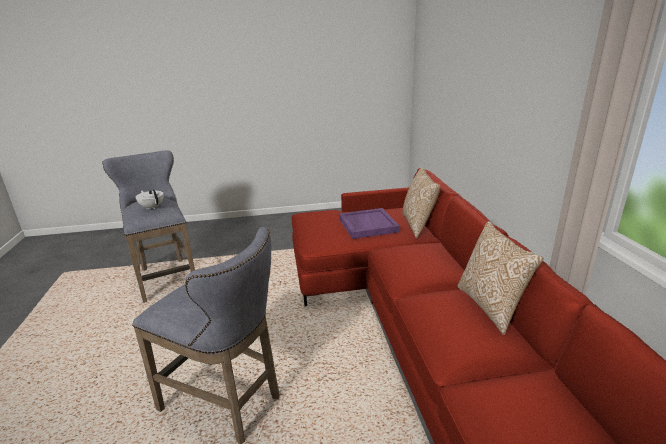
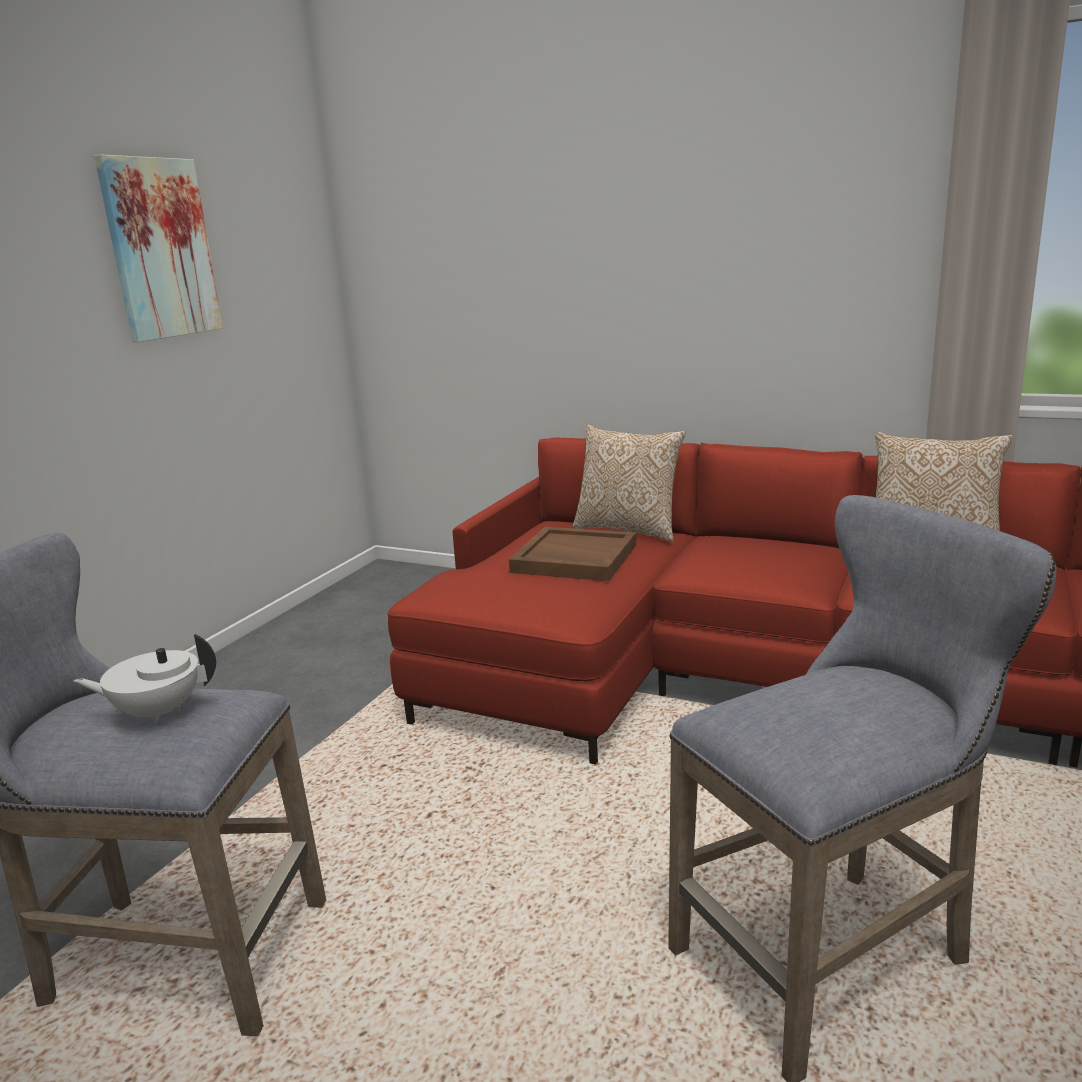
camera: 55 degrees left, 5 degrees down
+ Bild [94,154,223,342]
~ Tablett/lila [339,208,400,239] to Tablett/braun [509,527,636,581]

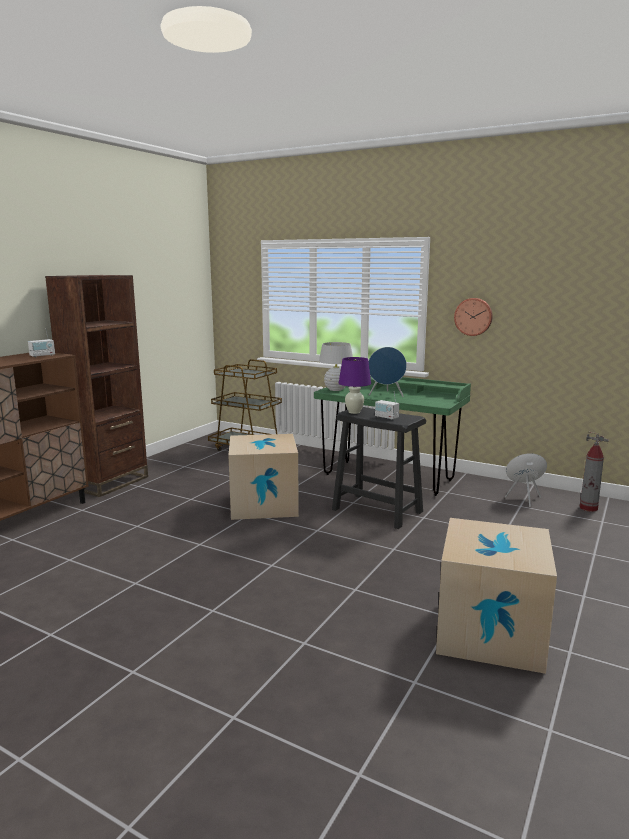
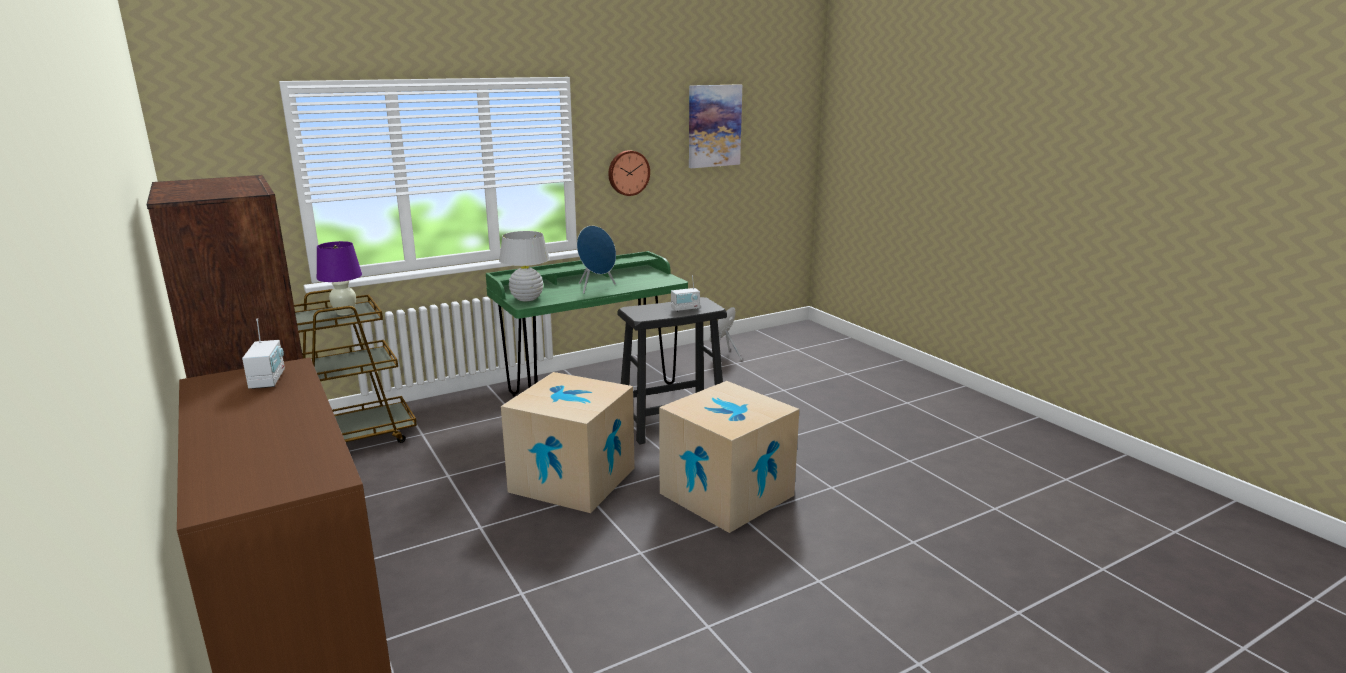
camera: 60 degrees left, 5 degrees up
- Feuerlöscher [580,431,609,512]
+ Bild [689,84,742,168]
~ Tischlampe/lila [339,357,371,414] to [317,241,362,316]
~ Karton [436,518,557,674] to [659,381,799,533]

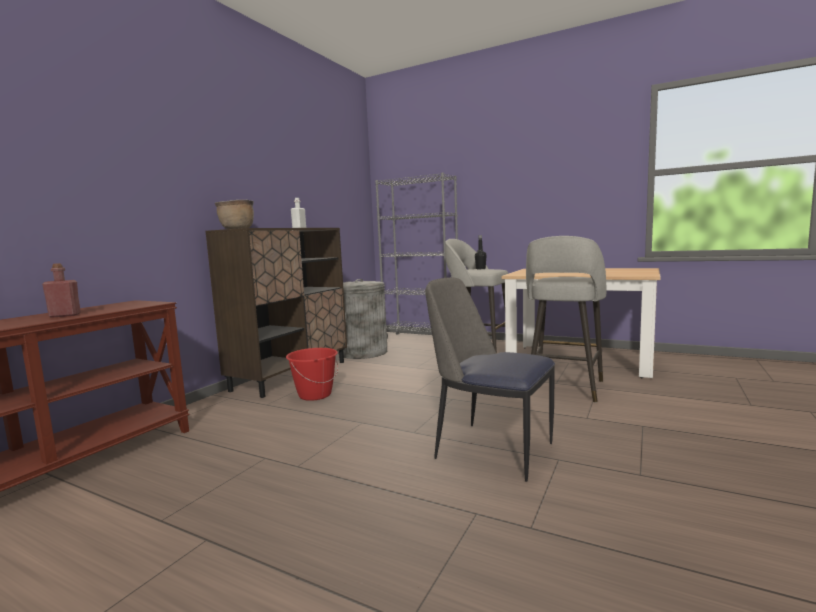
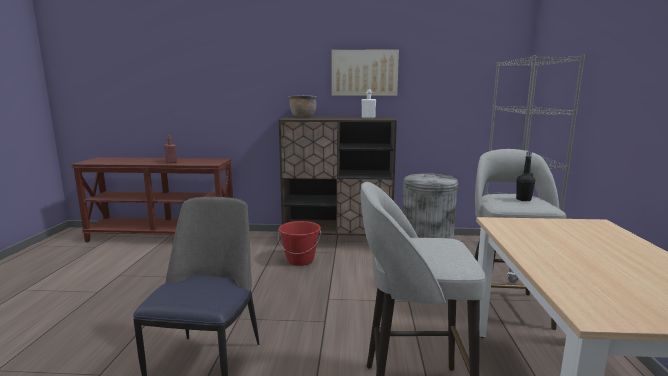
camera: 65 degrees right, 5 degrees up
+ Bild [331,49,399,96]

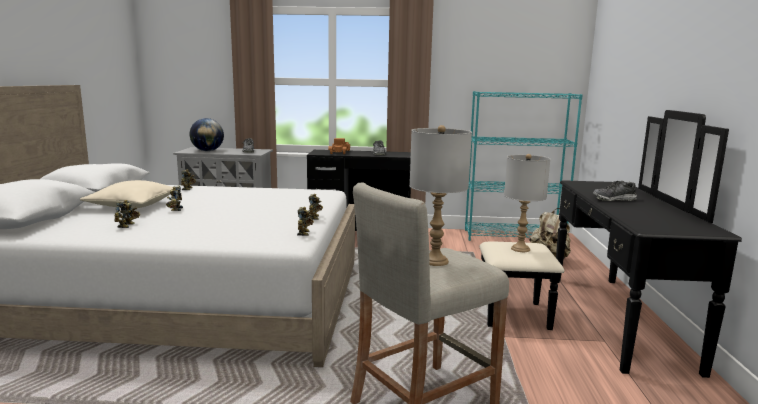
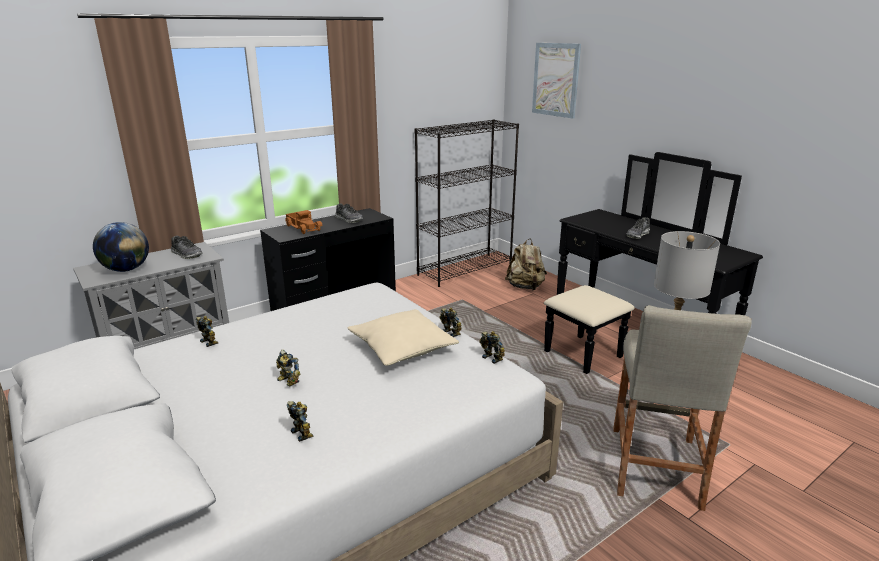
camera: 40 degrees left, 10 degrees up
- Tischlampe/grau [504,154,550,252]
+ Bild [532,43,581,119]
~ Kissen/beige [80,180,173,208] to [347,309,459,366]
~ Bücherregal/türkis [465,91,582,241] to Bücherregal/schwarz [415,119,519,287]

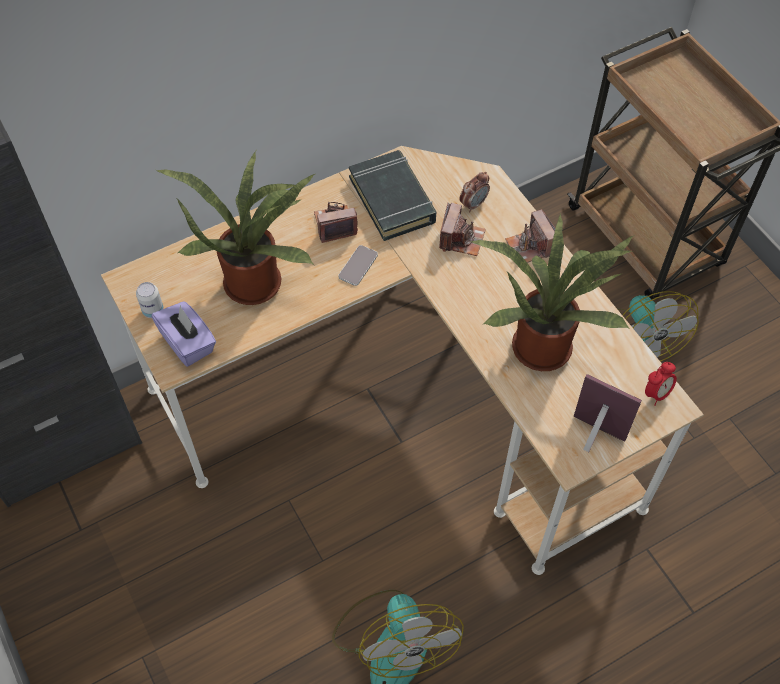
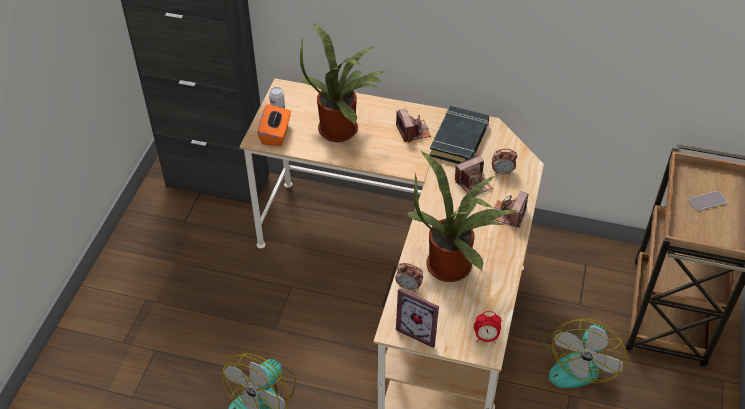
camera: 45 degrees right, 10 degrees down
+ Wecker [395,263,423,292]
~ Handy [338,245,378,286] to [689,191,727,211]
~ Taschentuchbox/lila [151,301,216,367] to Taschentuchbox/orange [258,104,291,146]
~ Kamera [314,202,358,243] = [396,109,431,143] 45 degrees clockwise
~ Bilderrahmen [574,374,642,452] = [396,288,439,348] 135 degrees clockwise

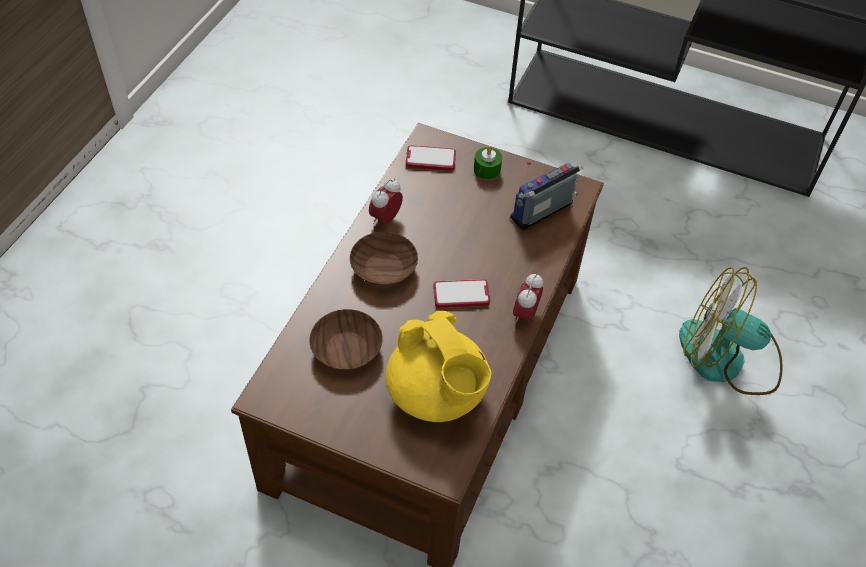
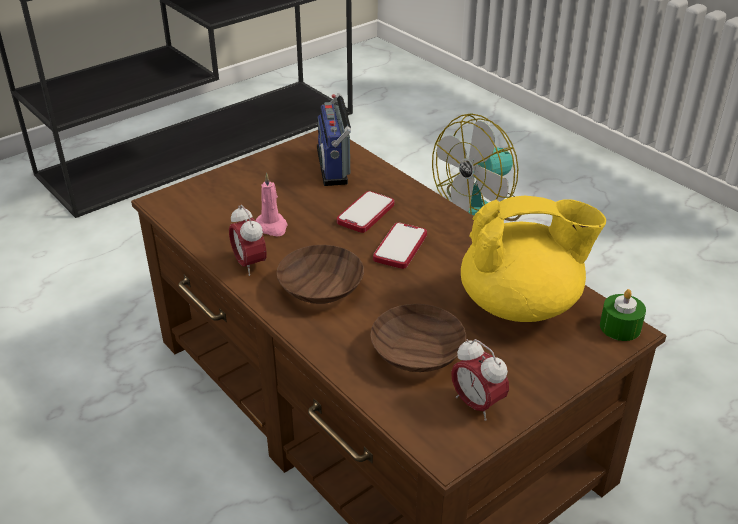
camera: 60 degrees left, 15 degrees down
+ Kerze/rosa [256,173,288,237]
~ Handy [406,145,456,171] to [337,191,394,233]
~ Kerze/grün [474,146,502,180] to [600,289,646,341]
~ Wecker [513,273,543,323] to [451,339,509,421]

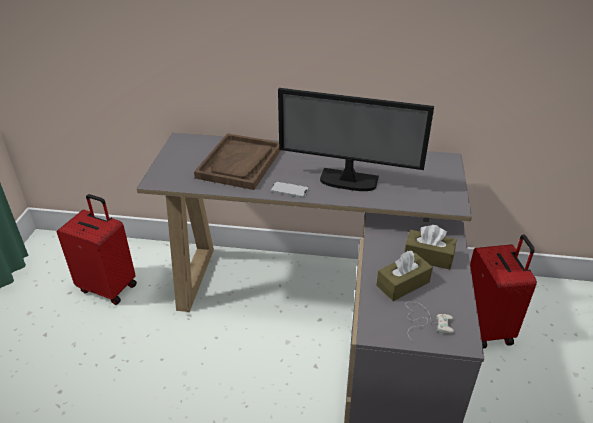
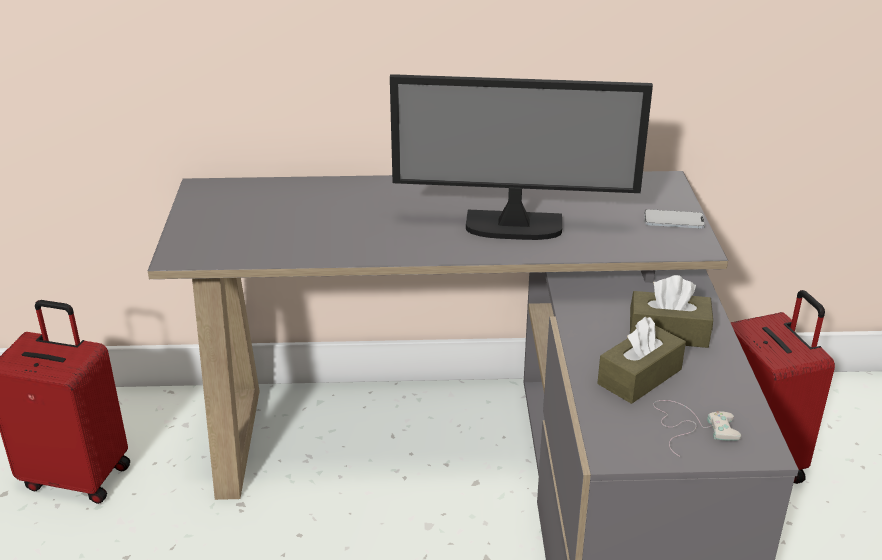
camera: 10 degrees left, 5 degrees down
- Tablett/braun [194,133,281,190]
~ Handy [271,181,308,198] to [644,209,705,228]

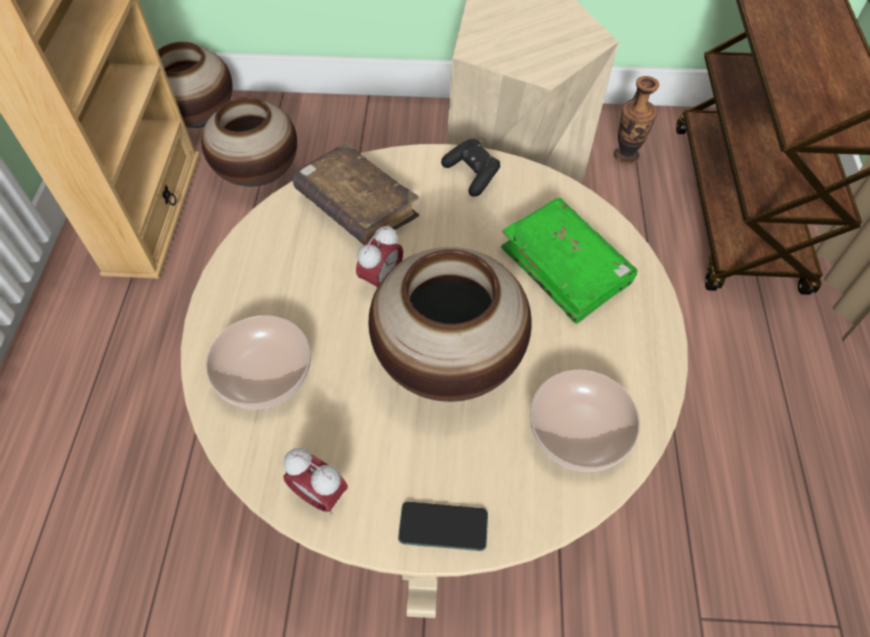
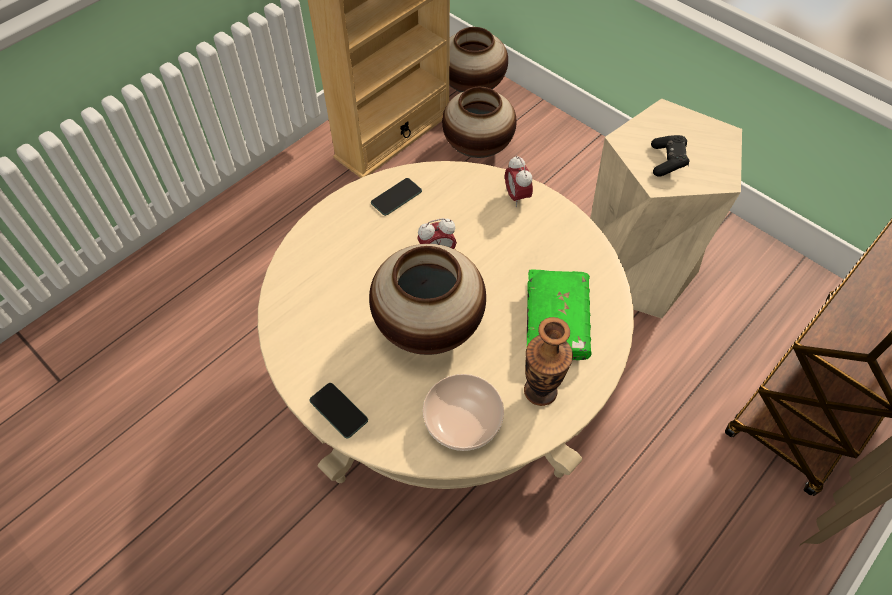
camera: 40 degrees right, 0 degrees up
- Schüssel [206,315,311,409]
- Buch/braun [293,142,419,245]
+ Handy [371,178,422,216]
~ Wecker [283,448,348,515] to [505,155,533,207]
~ Gamepad/schwarz [441,138,500,197] to [651,135,689,177]
~ Vase [614,76,659,165] to [524,317,573,406]

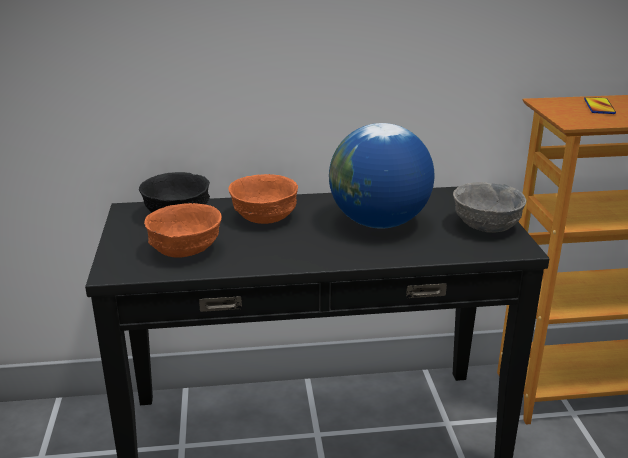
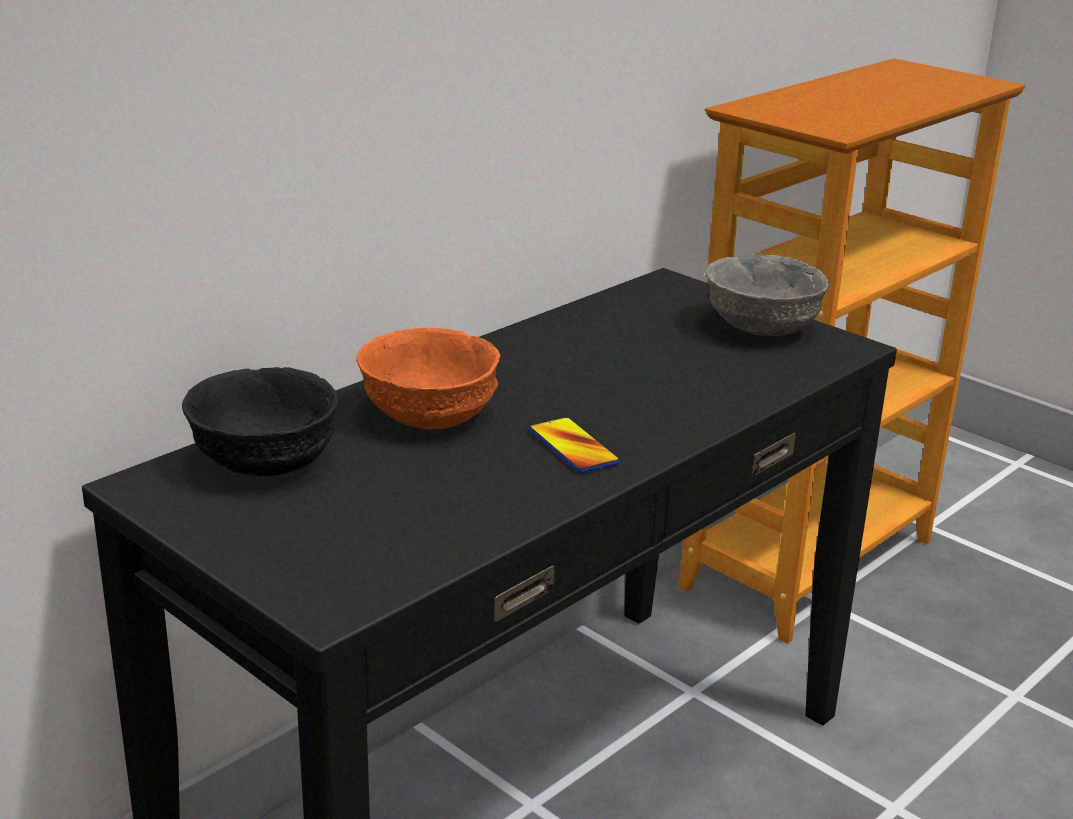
camera: 40 degrees left, 0 degrees up
- Schüssel/orange [144,203,222,257]
- Globus [329,123,434,228]
~ Handy [584,97,616,114] to [529,417,620,473]

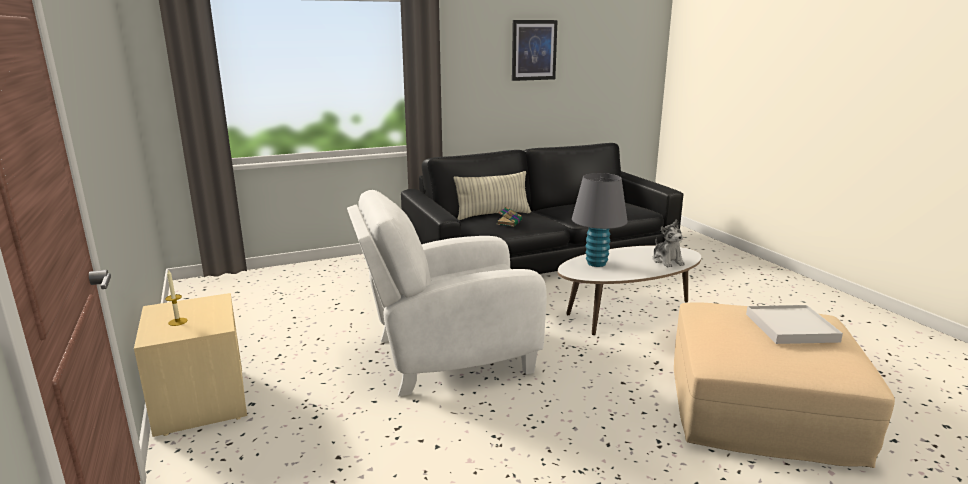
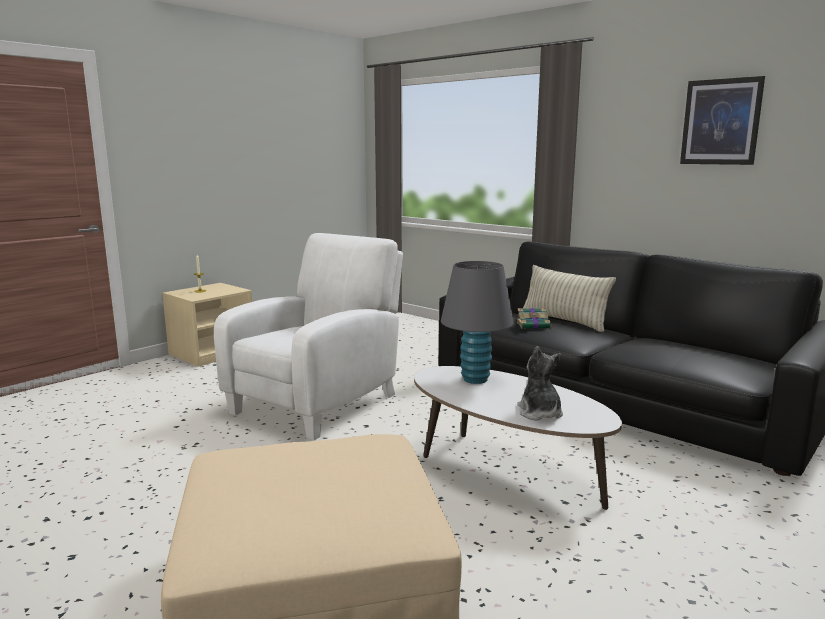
camera: 65 degrees right, 5 degrees down
- Tablett/weiß [746,305,843,344]
~ Sessel/weiß [347,190,547,396] = [214,233,403,440] 75 degrees clockwise
~ Plüschtier [652,219,685,267] = [517,346,563,421] 120 degrees clockwise

